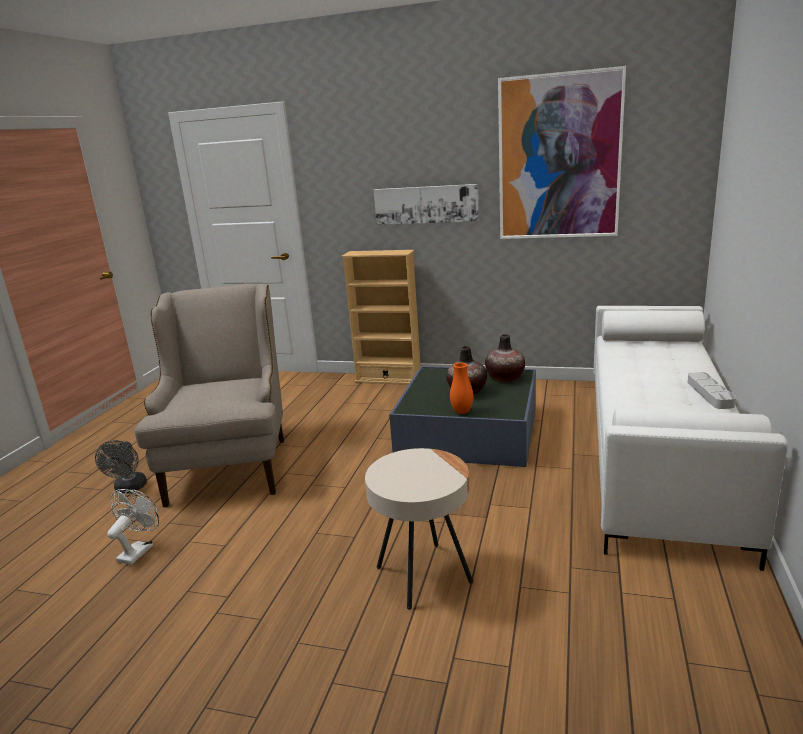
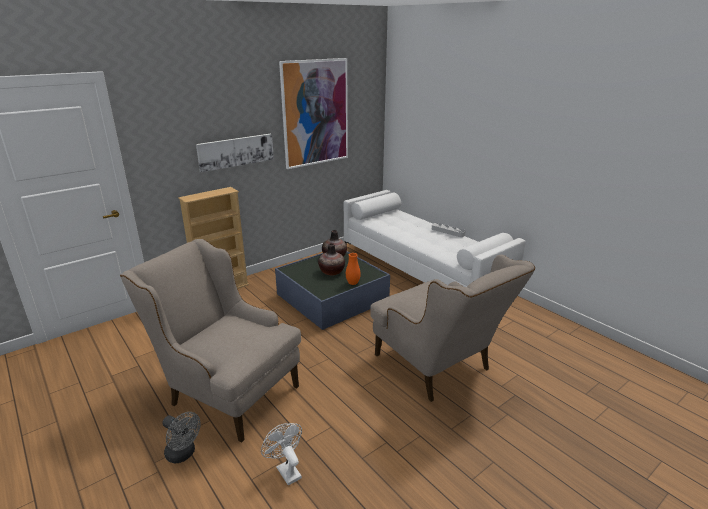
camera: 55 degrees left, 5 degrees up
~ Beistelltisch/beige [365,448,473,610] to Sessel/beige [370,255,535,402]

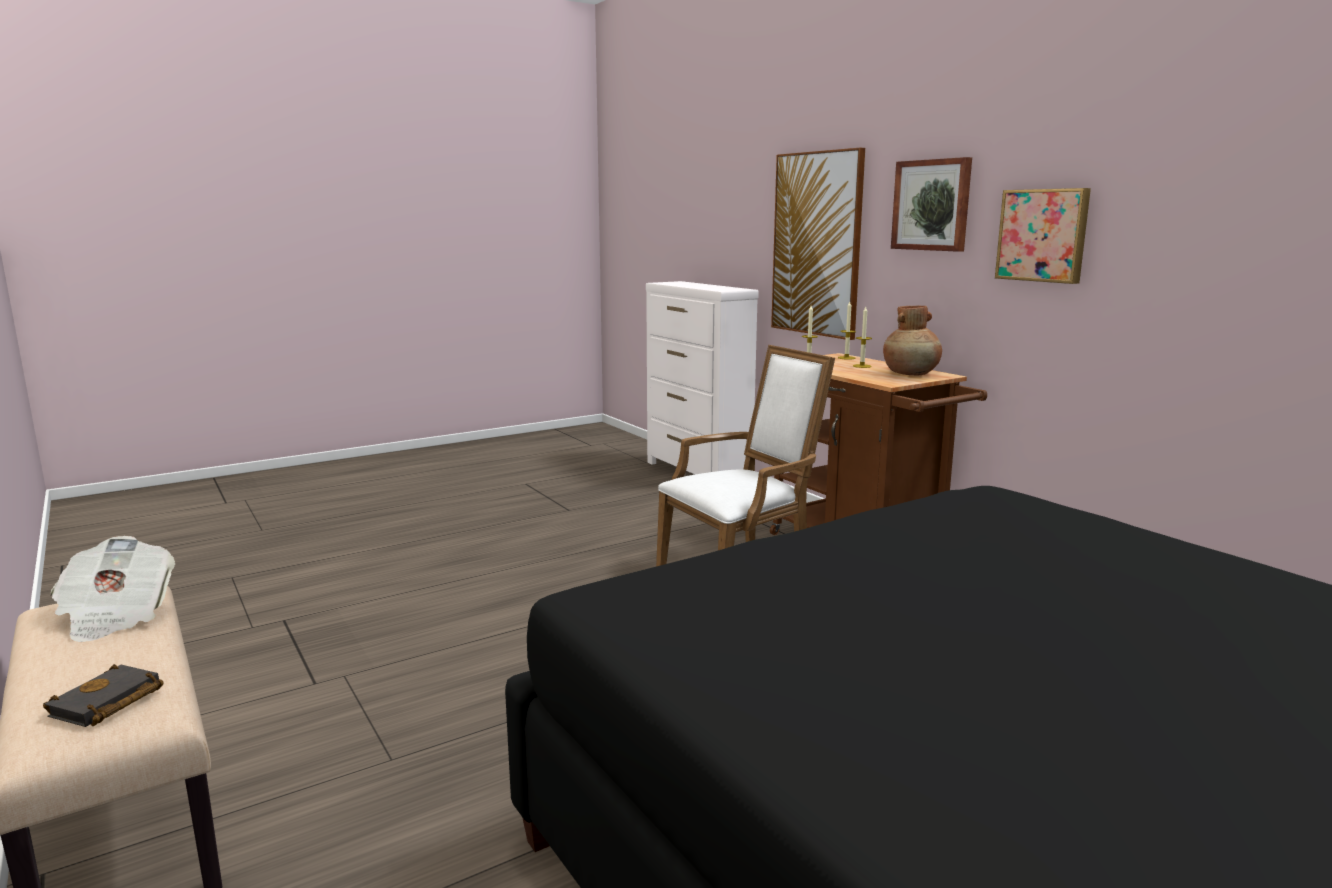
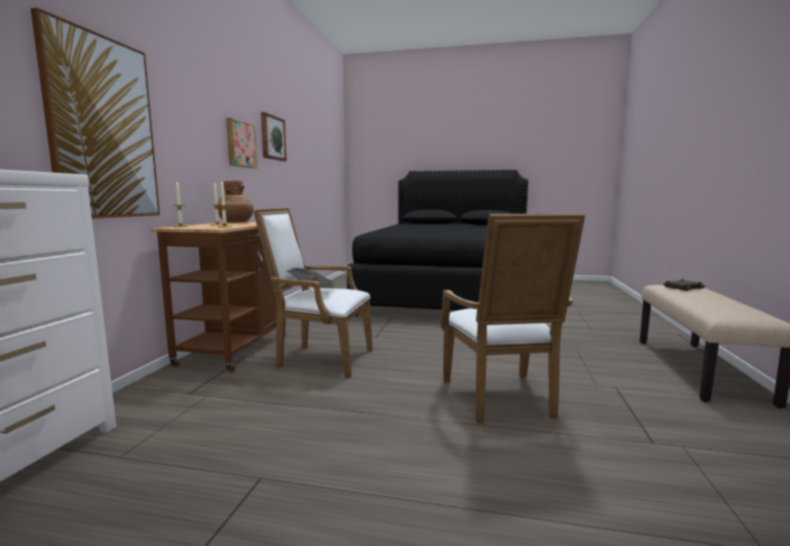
camera: 135 degrees left, 5 degrees down
+ Sessel/weiß [440,213,585,423]
~ Zeitung [51,536,175,642] to [286,268,335,289]
~ Bild [891,157,972,252] to [261,112,287,161]

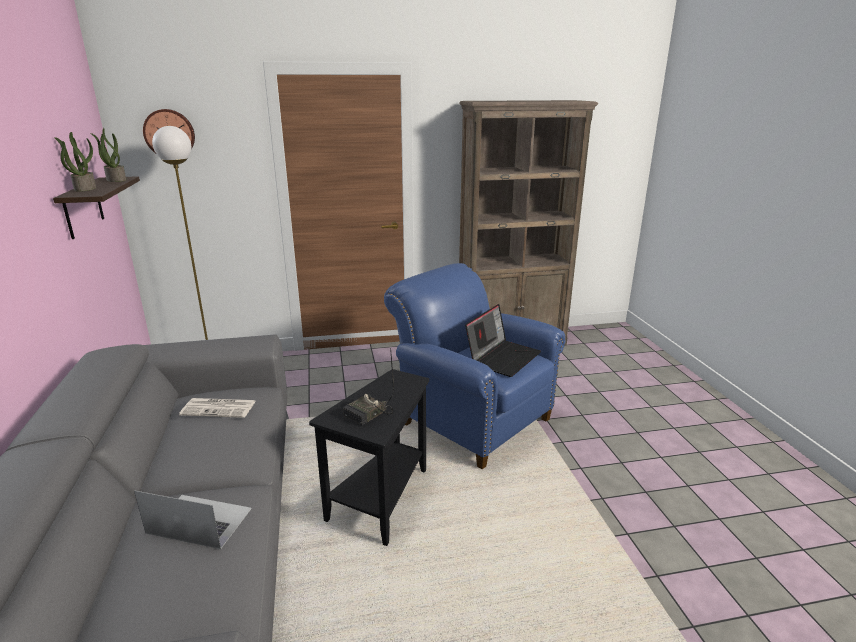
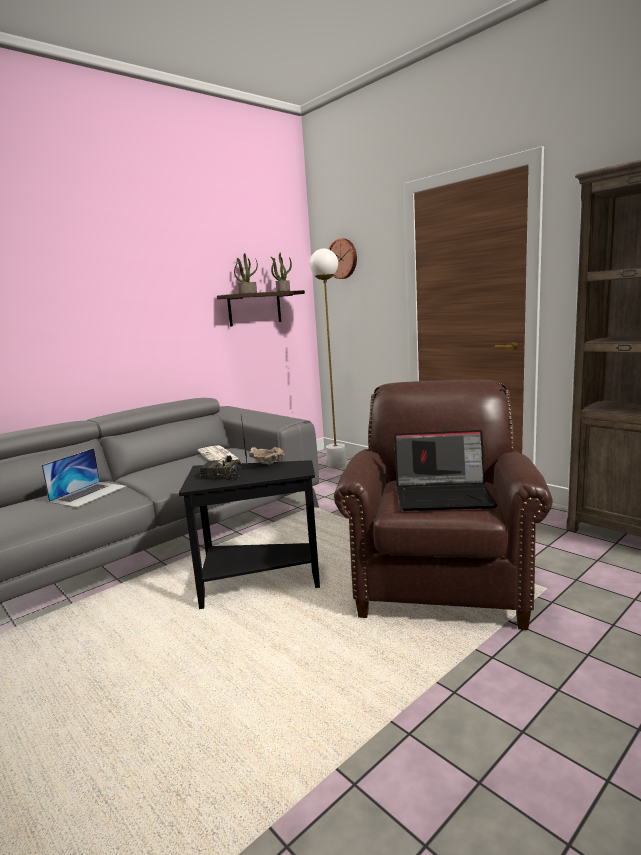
camera: 60 degrees right, 10 degrees down
+ Schüssel/beige [249,447,285,465]
~ Sessel/blau [384,263,565,469] to Sessel/braun [334,380,553,630]
~ Laptop [134,490,252,549] = [42,448,126,508] 45 degrees clockwise

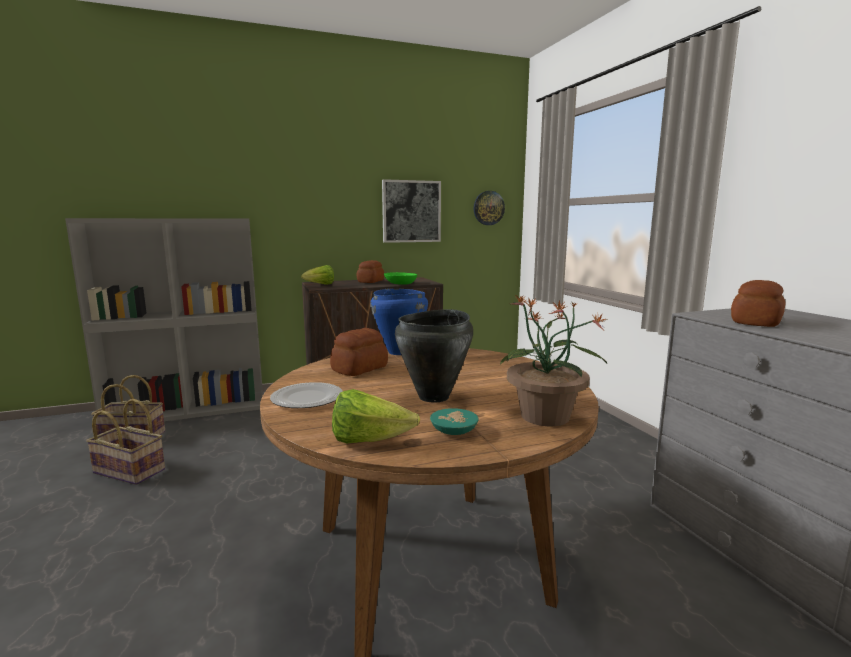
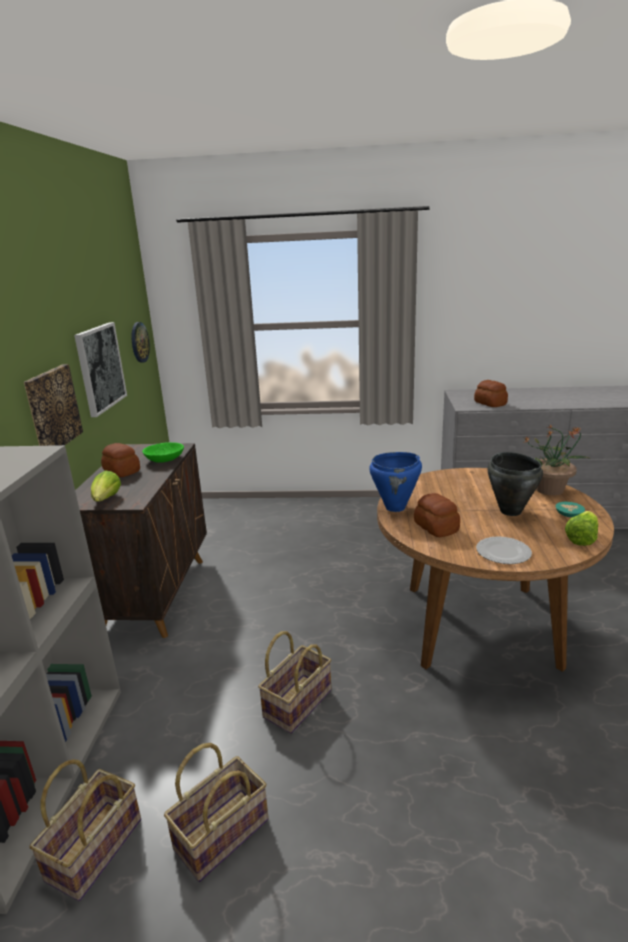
camera: 65 degrees left, 10 degrees up
+ Bild [24,364,83,446]
+ Korb [258,631,331,734]

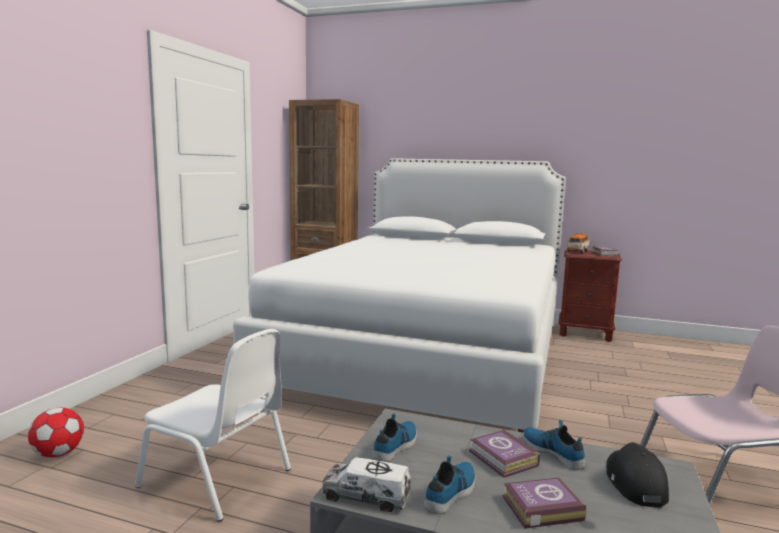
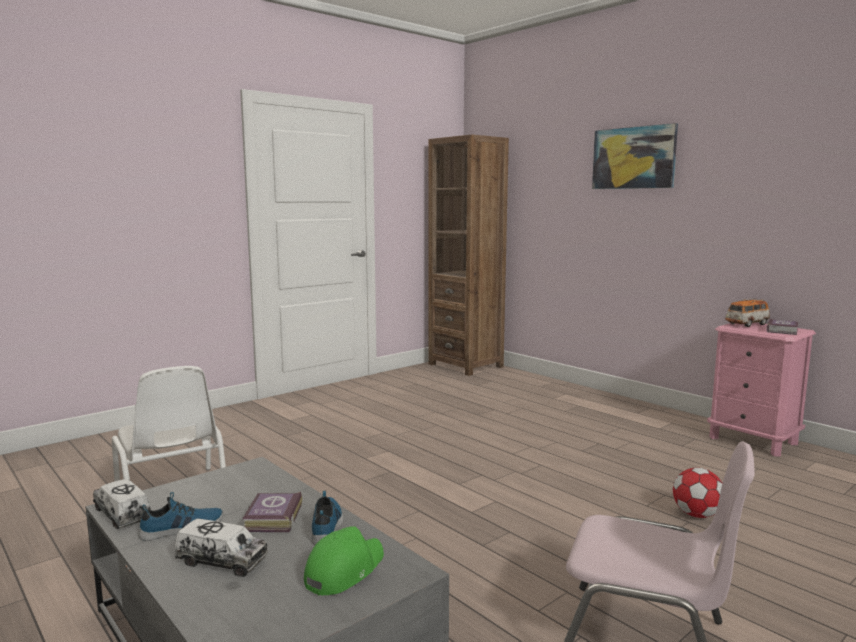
camera: 30 degrees right, 0 degrees up
- Bett/weiß [233,158,566,433]
- Schuh [372,413,417,462]
+ Bild [592,123,678,189]
~ Fußball [28,408,84,457] to [673,468,722,518]
~ Buch [502,478,586,529] to Spielzeuglaster [175,518,268,577]
~ Nachttisch/braun [558,249,622,342] to Nachttisch/rosa [707,322,816,456]
~ Kappe/schwarz [606,442,669,508] to Kappe/grün [304,526,384,595]

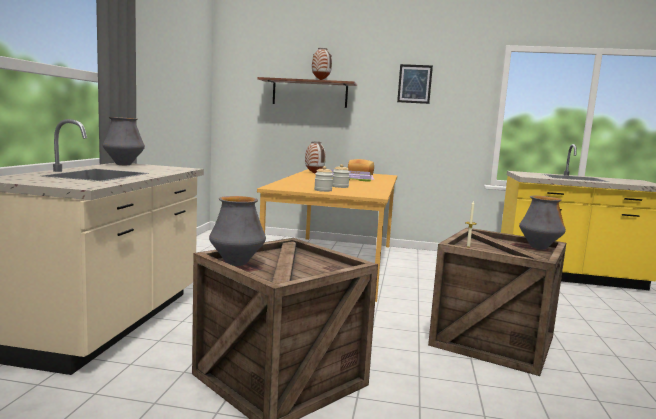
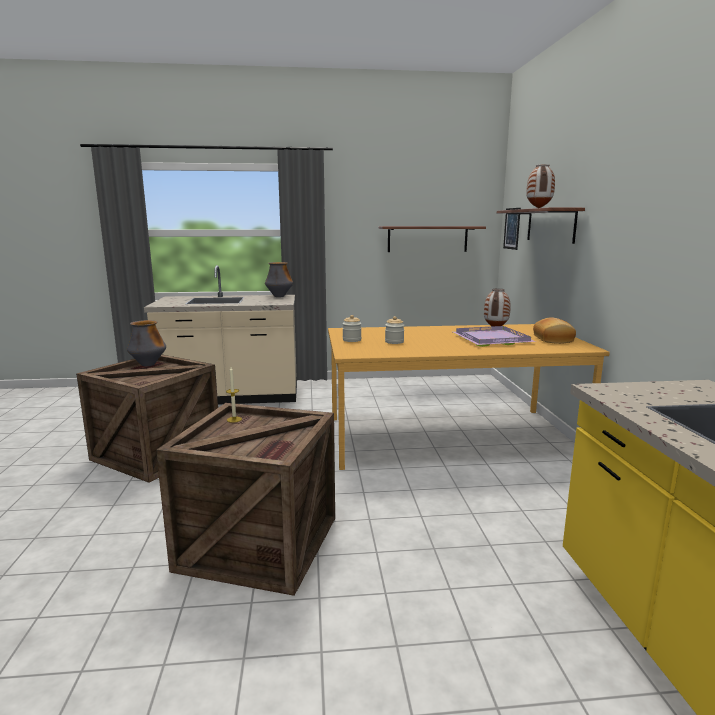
camera: 75 degrees right, 5 degrees up
- Vase [519,196,566,250]
+ Wandregal [379,226,486,252]
~ Bild [397,64,433,104] to [503,208,521,250]

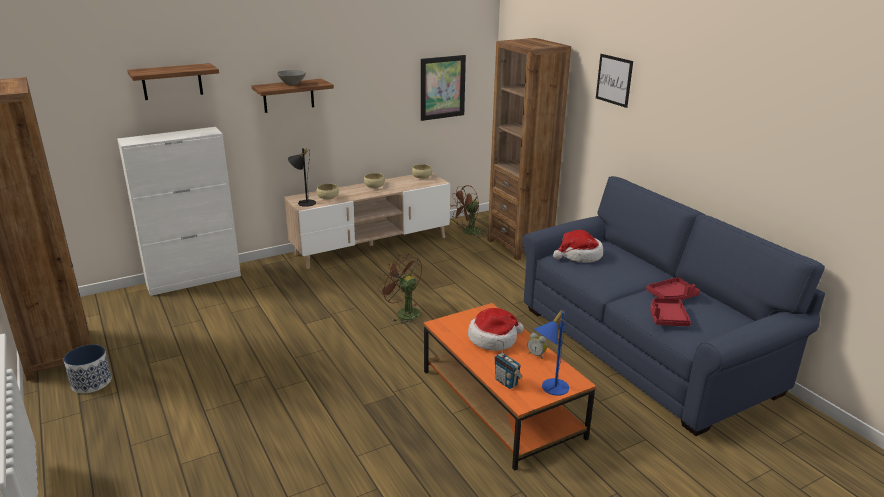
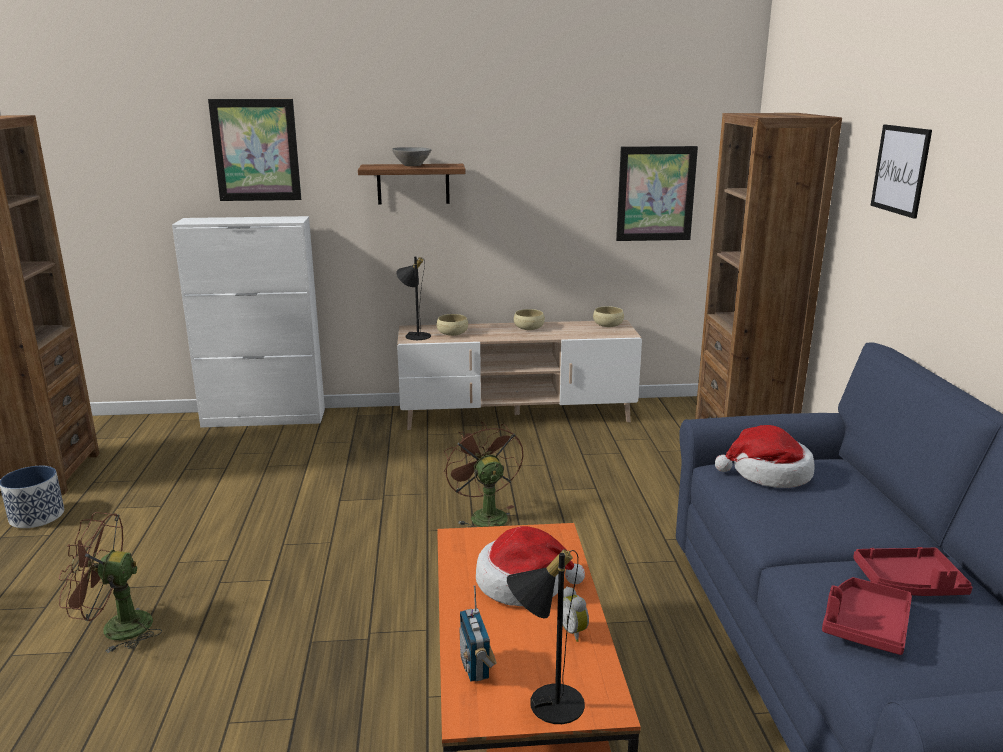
camera: 25 degrees right, 5 degrees down
~ Ventilator/braun [450,185,487,238] to [59,512,162,653]
~ Wandregal [127,63,219,100] to Bild [208,99,301,201]
~ Tischlampe/blau [535,311,569,396] to Tischlampe/schwarz [507,549,585,724]

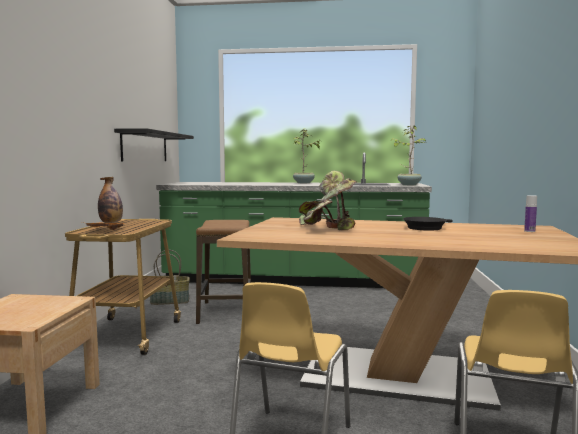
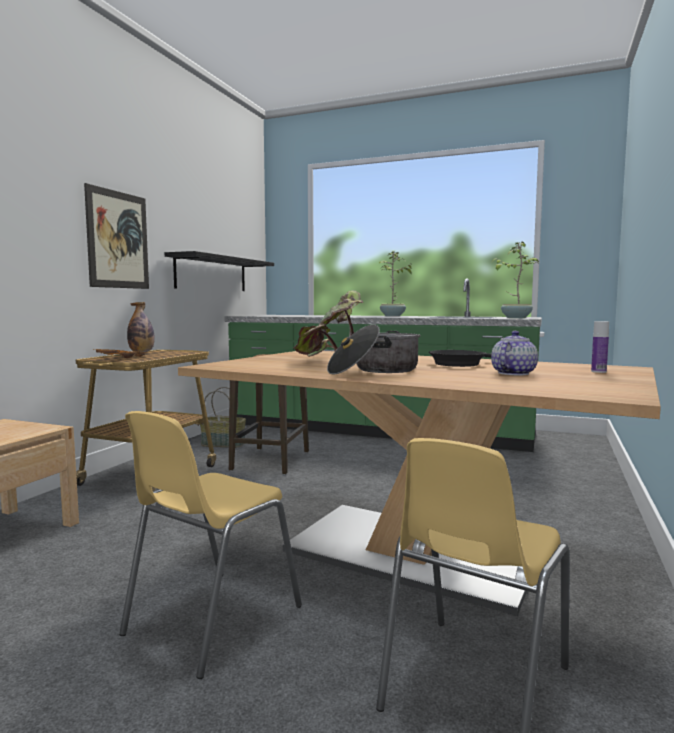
camera: 15 degrees right, 0 degrees up
+ Bild [84,183,149,289]
+ Kochtopf [327,324,420,375]
+ Teekanne [491,331,538,375]

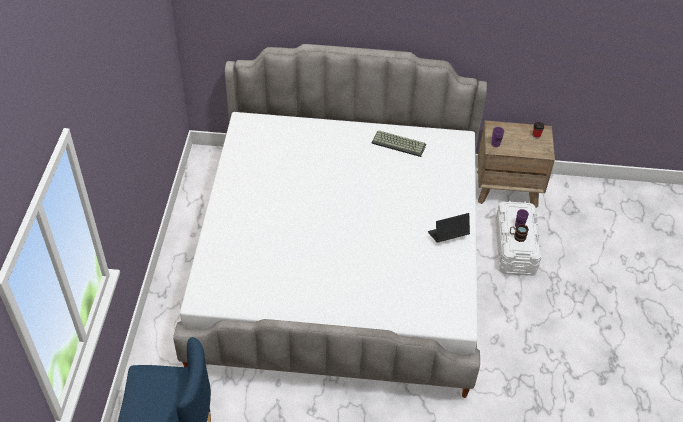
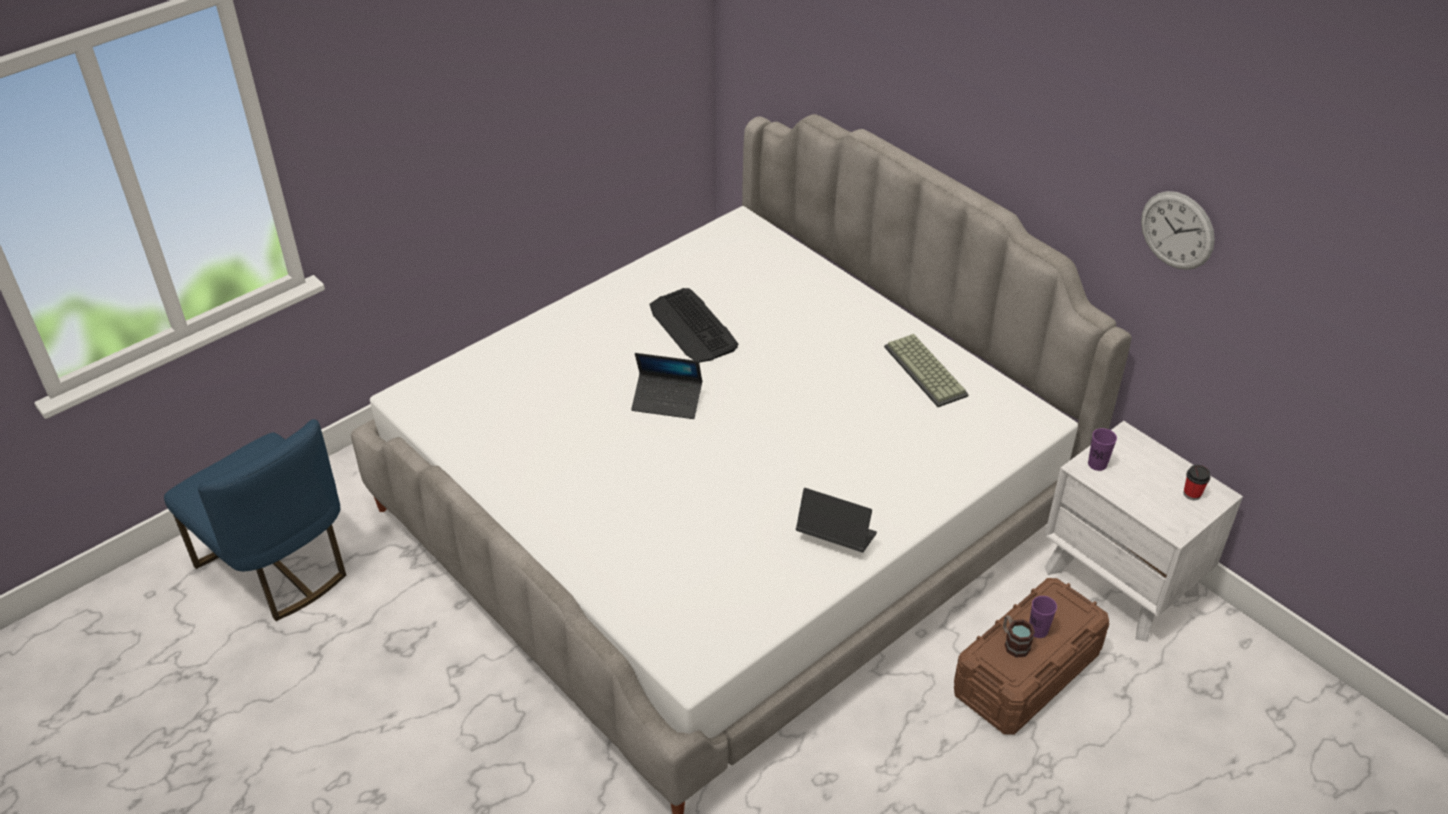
camera: 45 degrees right, 5 degrees down
+ Laptop [631,353,702,419]
+ Tastatur [650,288,738,363]
+ Wanduhr [1141,191,1215,270]
~ Nachttisch/braun [477,121,555,208] to Nachttisch/weiß [1045,421,1243,642]
~ Aufbewahrungsbox/weiß [496,201,541,276] to Aufbewahrungsbox/braun [954,578,1109,735]

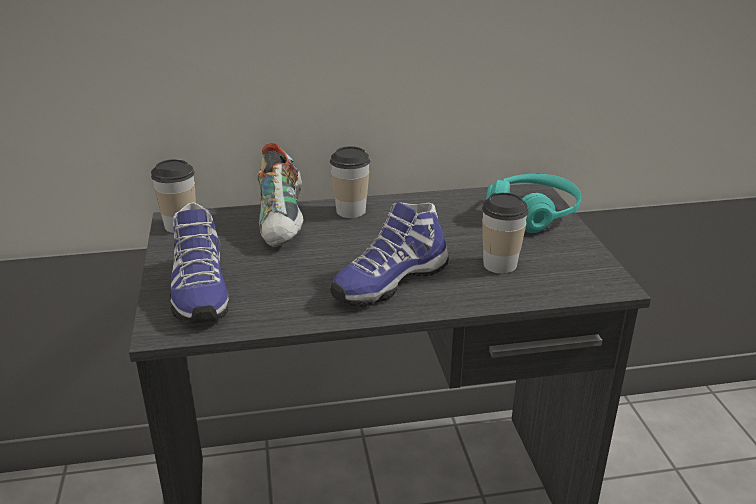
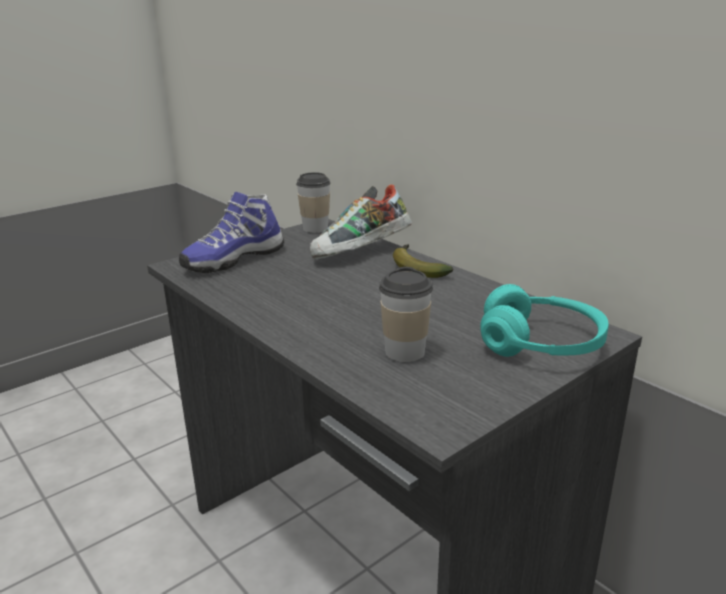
camera: 60 degrees right, 5 degrees down
- Schuh [330,202,449,307]
~ Tasse [330,146,370,218] to Banane [393,244,454,278]

